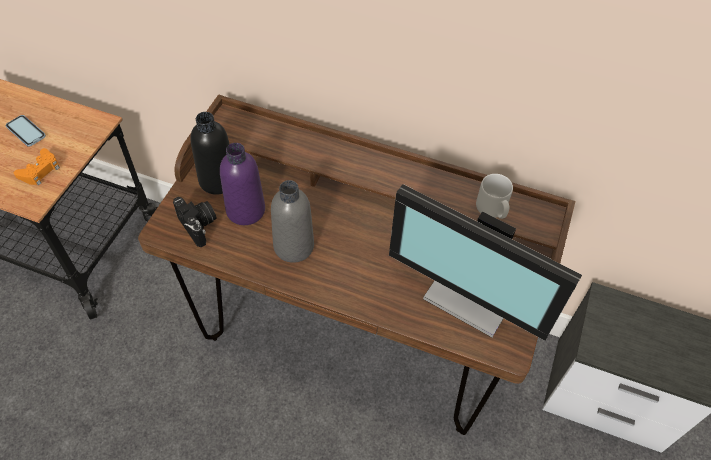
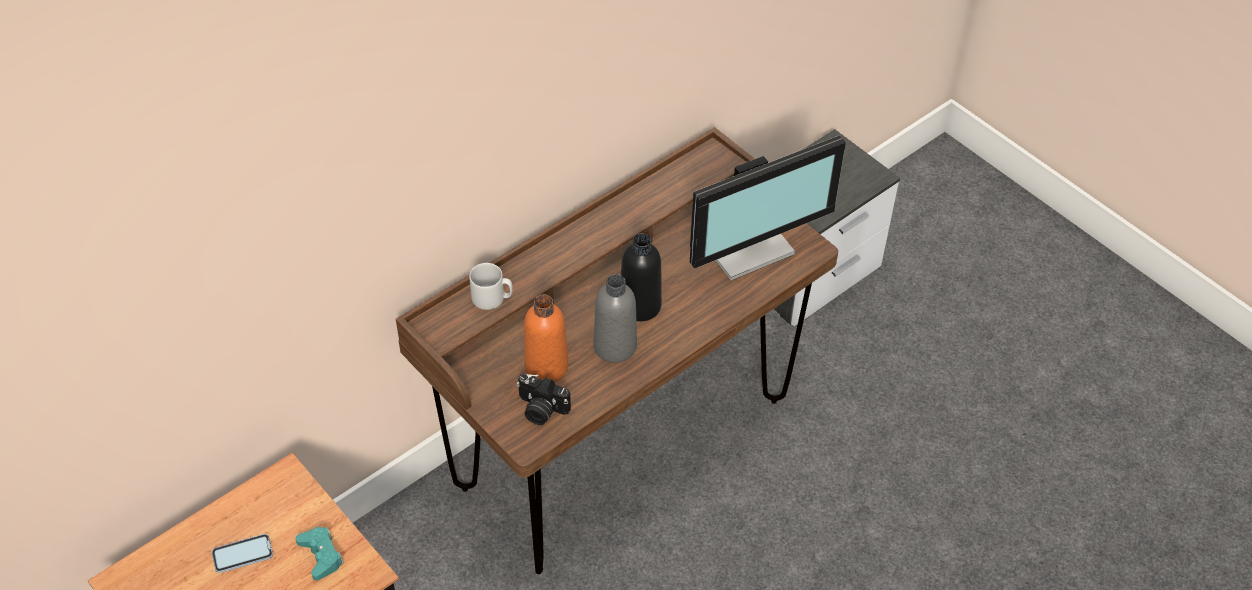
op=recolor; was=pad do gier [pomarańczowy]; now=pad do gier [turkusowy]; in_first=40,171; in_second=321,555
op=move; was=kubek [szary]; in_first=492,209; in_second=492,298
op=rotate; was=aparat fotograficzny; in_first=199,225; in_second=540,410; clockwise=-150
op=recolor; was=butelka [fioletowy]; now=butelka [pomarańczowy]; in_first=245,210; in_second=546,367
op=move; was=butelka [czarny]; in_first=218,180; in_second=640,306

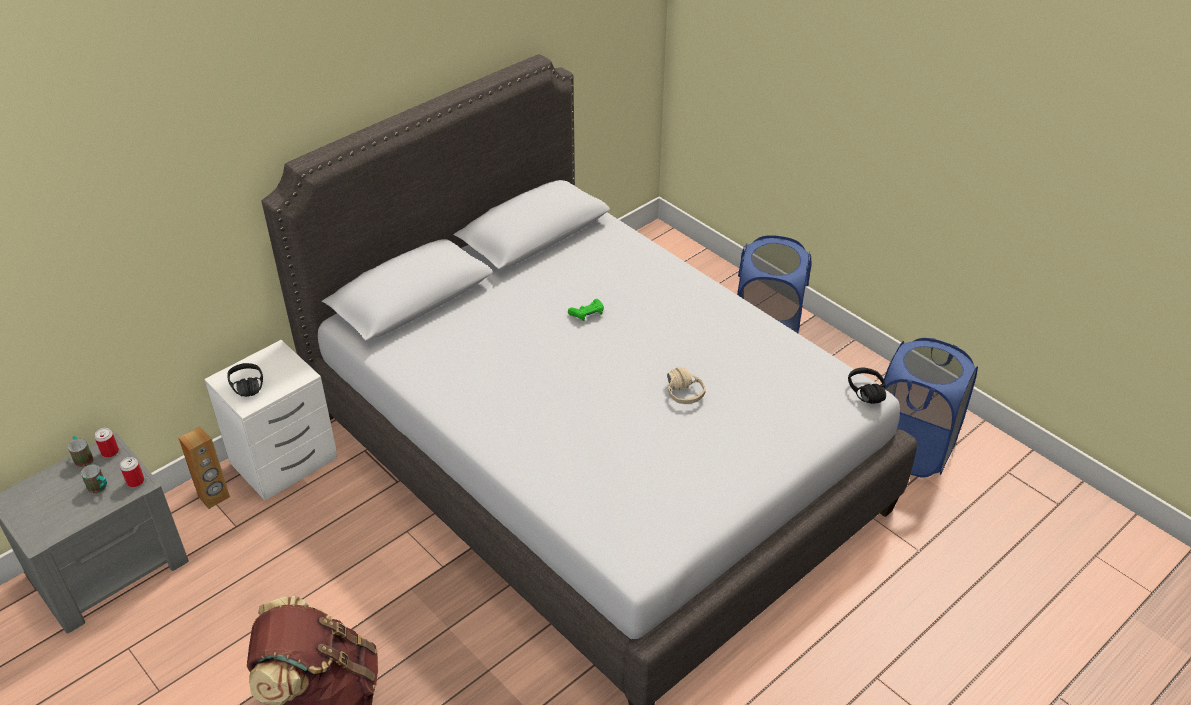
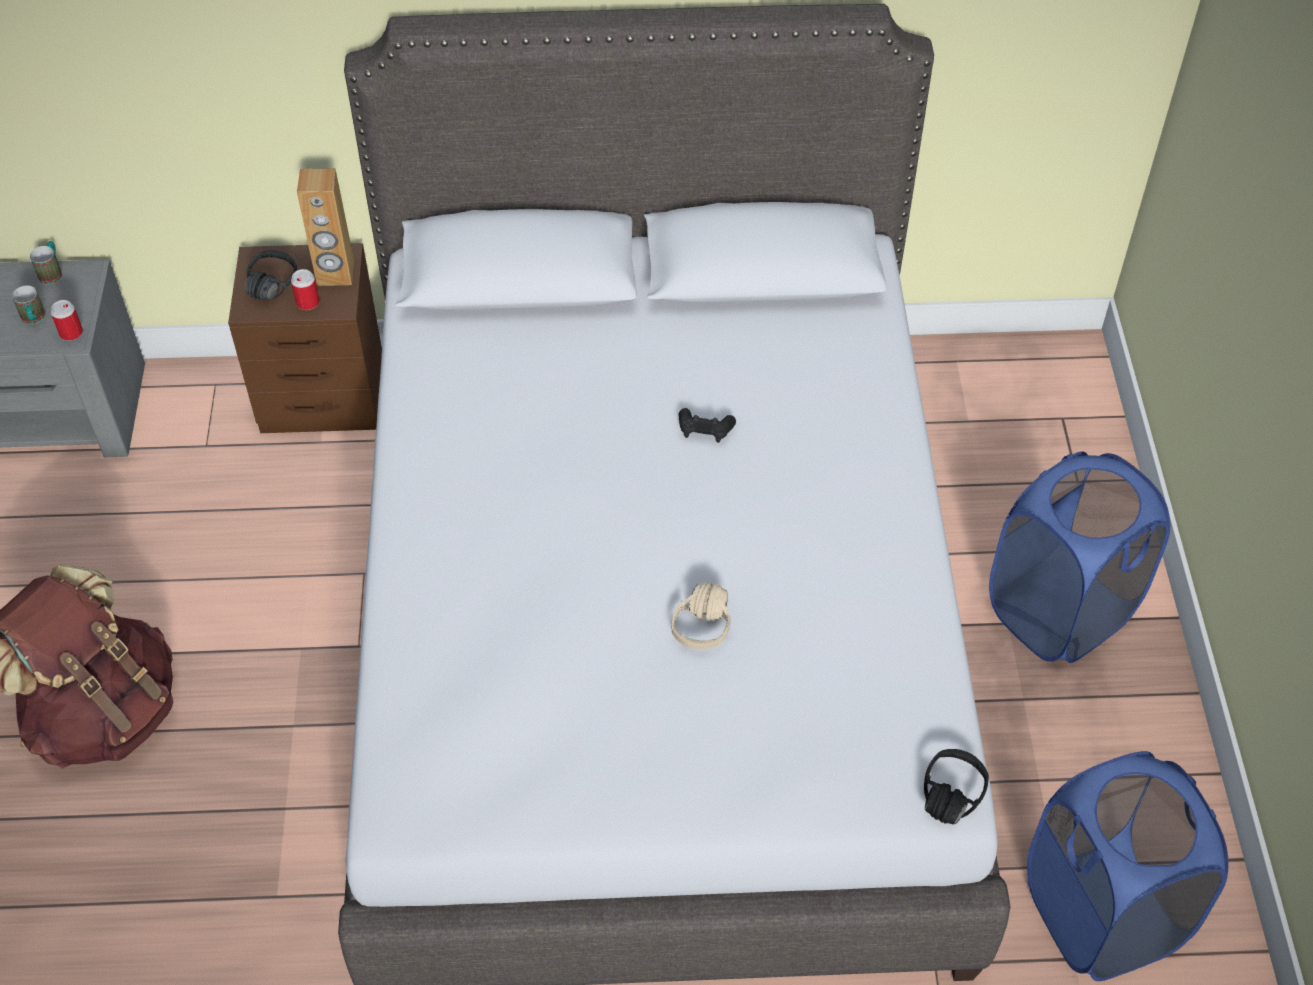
op=recolor; was=szafka nocna [biały]; now=szafka nocna [brązowy]; in_first=286,461; in_second=325,398
op=move; was=puszka; in_first=110,452; in_second=308,302
op=move; was=głośnik [brązowy]; in_first=214,497; in_second=335,274
op=recolor; was=pad do gier [zielony]; now=pad do gier [czarny]; in_first=587,314; in_second=705,430

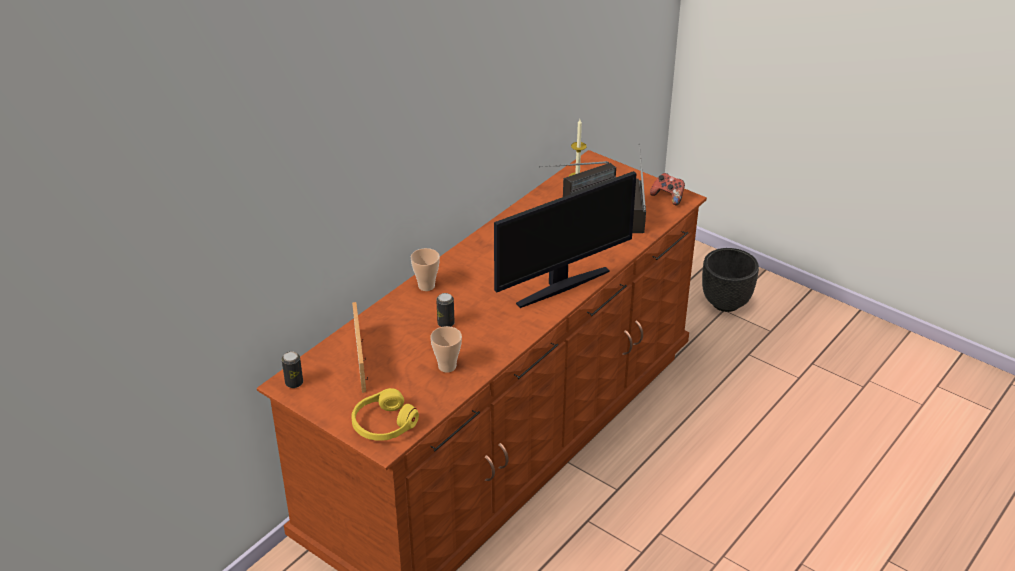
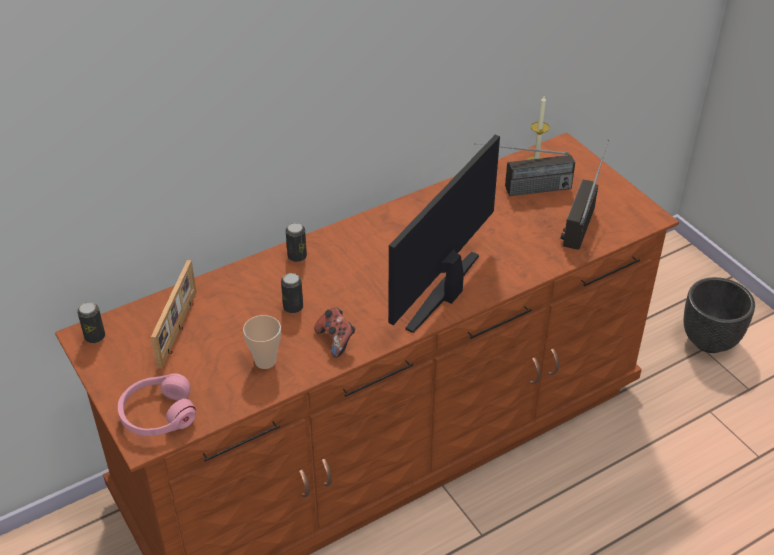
op=recolor; was=słuchawki [żółty]; now=słuchawki [różowy]; in_first=383,424; in_second=158,414
op=replace; was=filiżanka; now=puszka; in_first=426,286; in_second=297,256
op=move; was=pad do gier; in_first=668,197; in_second=336,340
op=rotate; was=monitor; in_first=561,285; in_second=447,293; clockwise=135

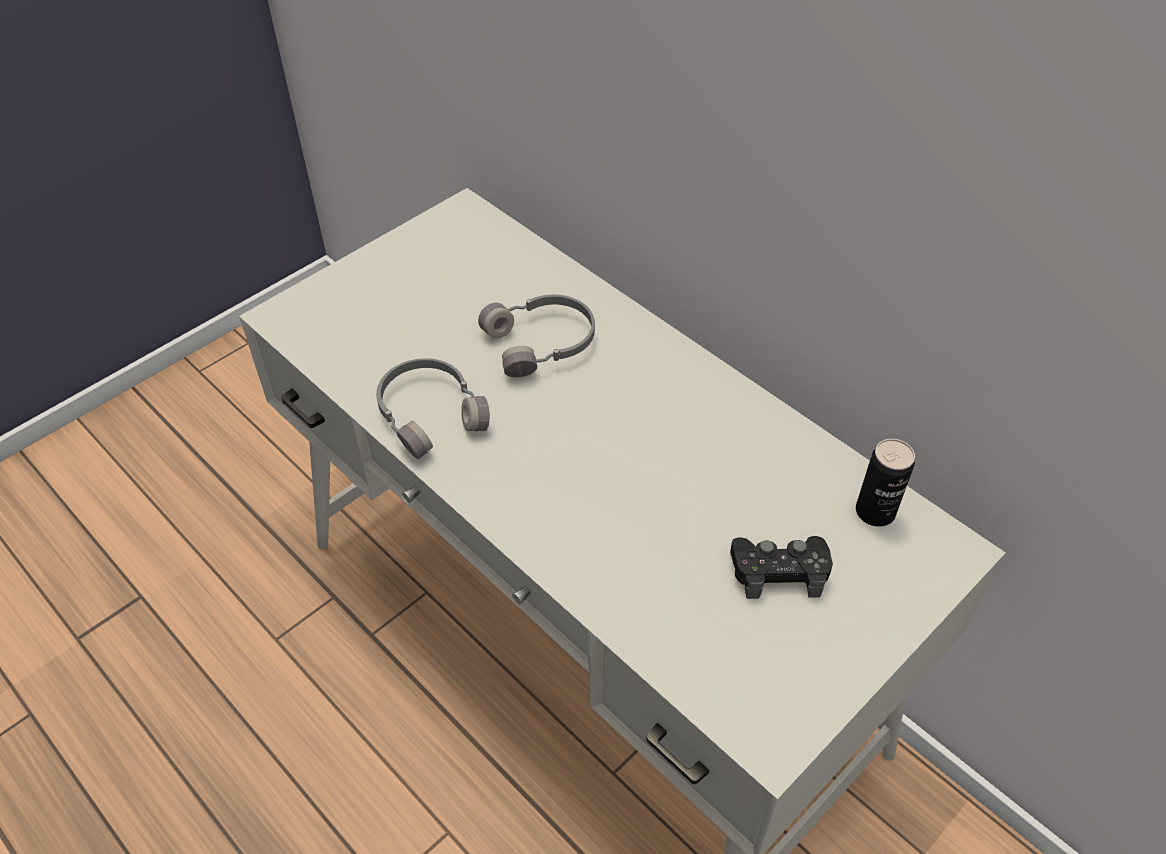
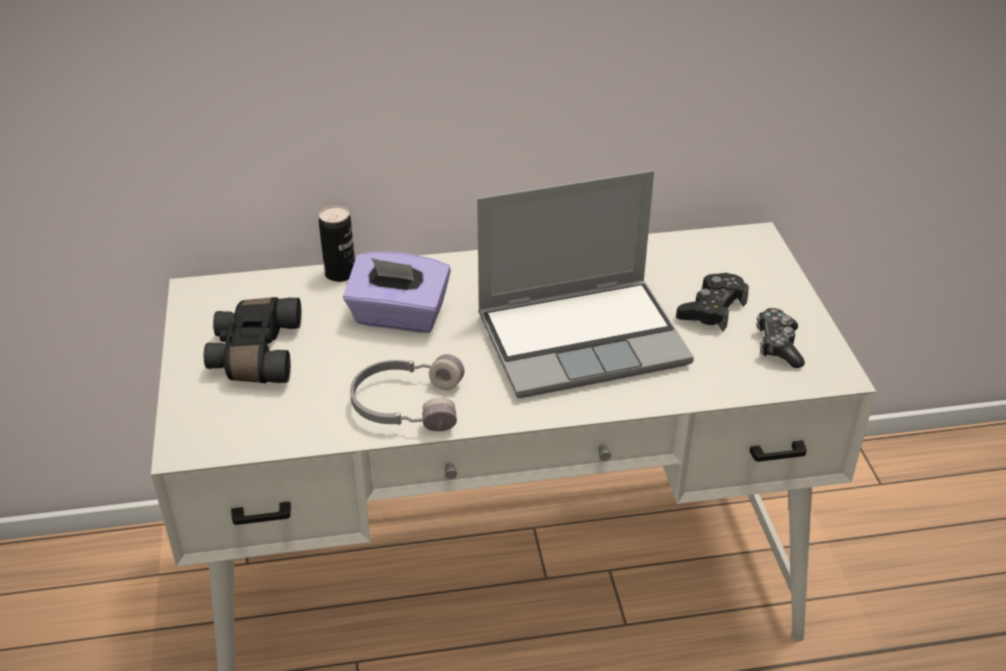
op=insert; now=lornetka [czarny]; in_second=254,354
op=move; was=puszka; in_first=875,511; in_second=340,274
op=replace; was=słuchawki [szary]; now=pudełko chusteczek [fioletowy]; in_first=542,343; in_second=399,316
op=insert; now=laptop; in_second=583,338
op=insert; now=pad do gier; in_second=778,346

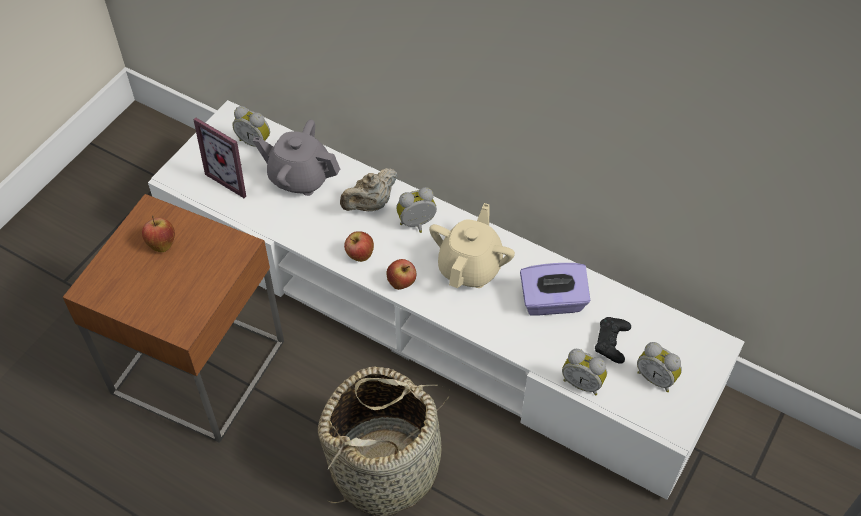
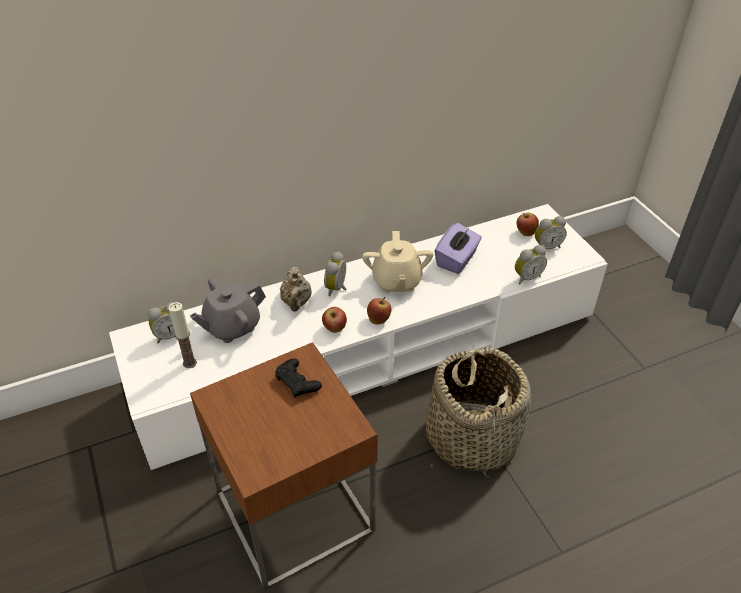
op=replace; was=ramka na zdjęcie; now=świeca; in_first=234,177; in_second=189,363
op=move; was=pad do gier [czarny]; in_first=611,342; in_second=297,382
op=rotate; was=imbryk [beżowy]; in_first=470,267; in_second=396,281; clockwise=-150
op=move; was=jabłko; in_first=161,244; in_second=525,232

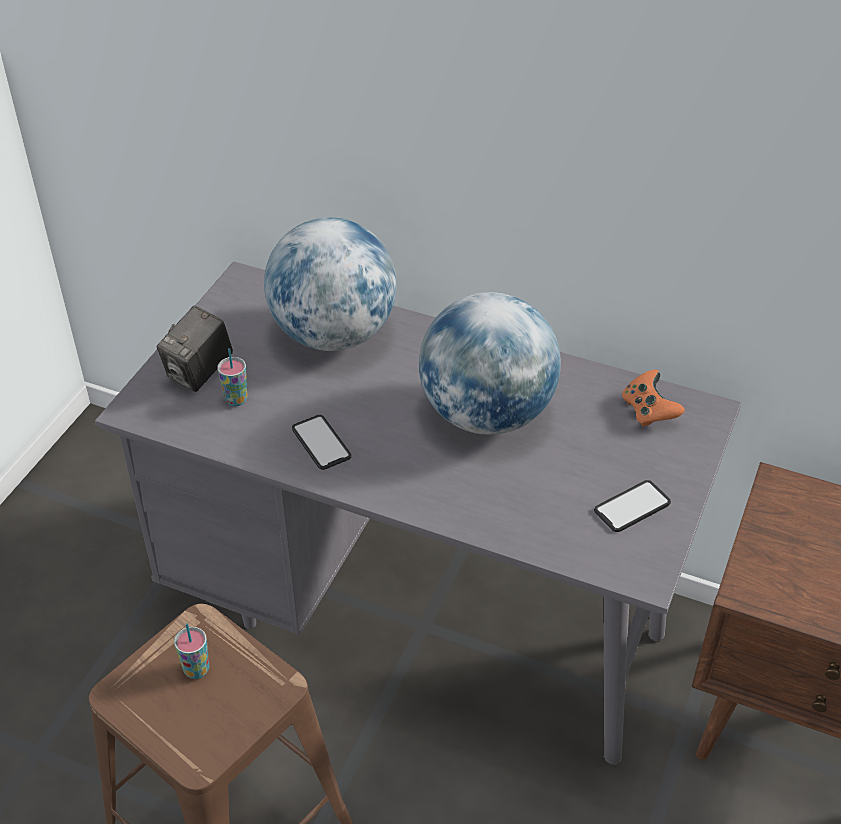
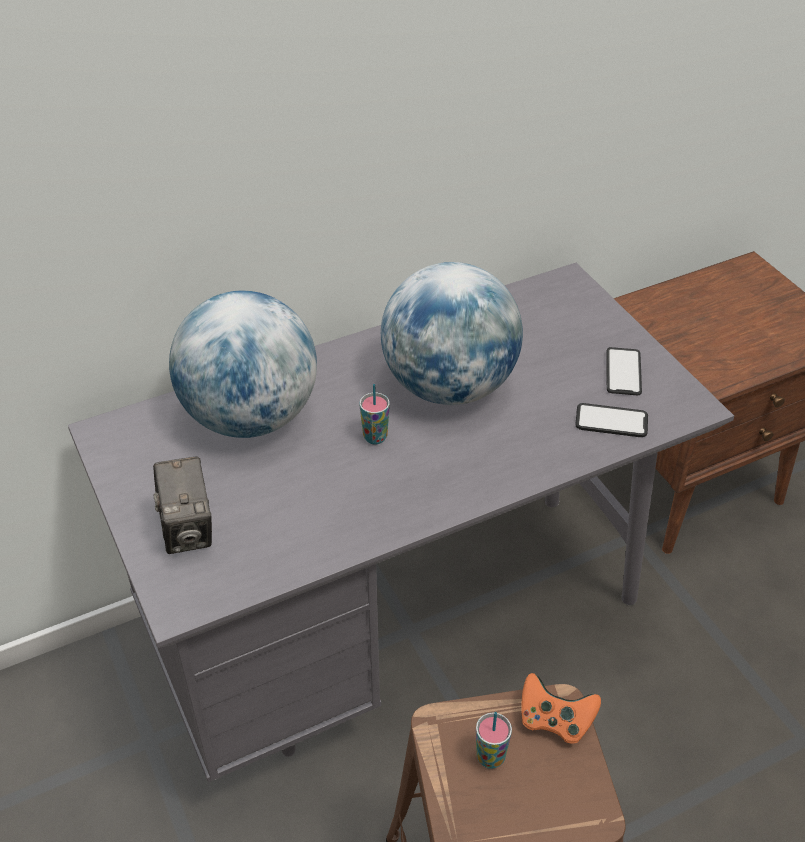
op=move; was=filiżanka; in_first=236,399; in_second=375,437
op=move; was=pad do gier [pomarańczowy]; in_first=648,411; in_second=554,720
op=move; was=telefon; in_first=321,443; in_second=611,421

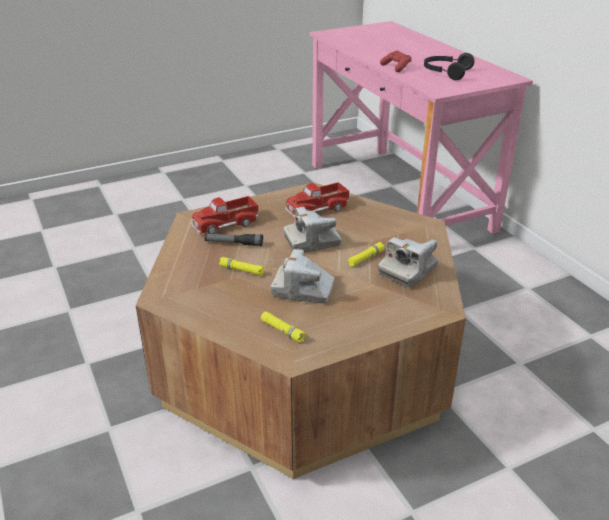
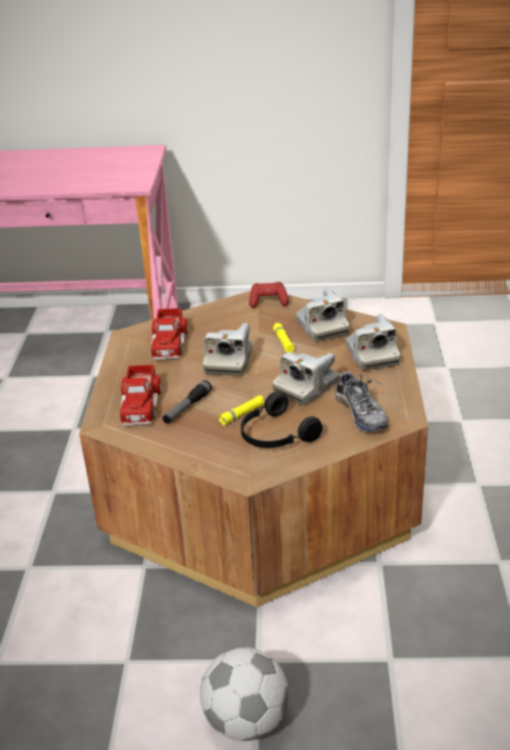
op=insert; now=piłka futbolowa; in_second=245,721
op=move; was=słuchawki [czarny]; in_first=446,72; in_second=275,435
op=move; was=pad do gier [czerwony]; in_first=396,67; in_second=268,302
op=replace; was=latarka [żółty]; now=but; in_first=283,331; in_second=361,414
op=insert; now=aparat fotograficzny; in_second=371,355

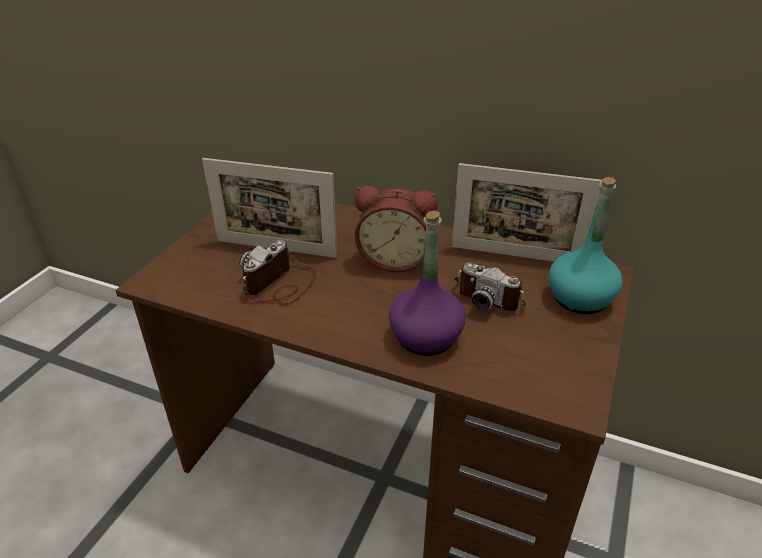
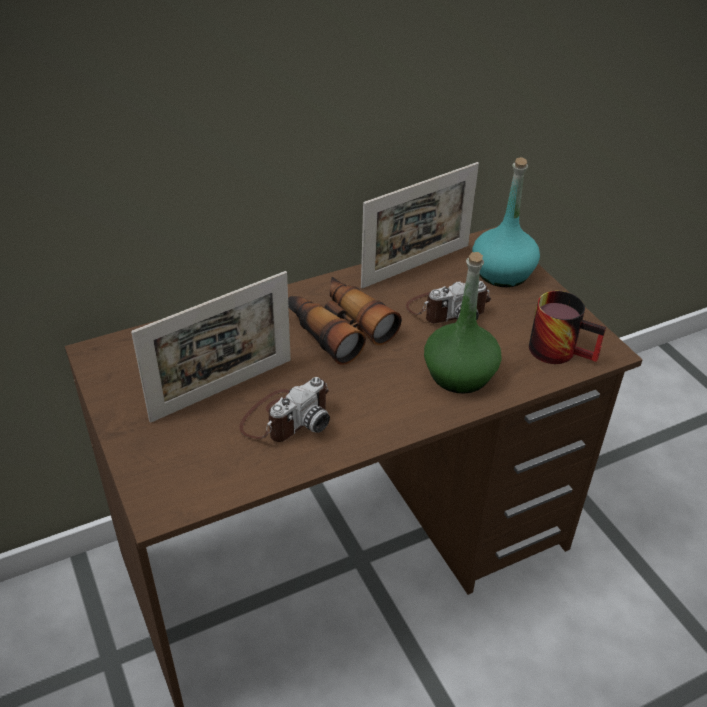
op=rotate; was=aparat fotograficzny; in_first=280,284; in_second=285,417; clockwise=-120
op=replace; was=budzik; now=lornetka; in_first=395,259; in_second=338,328
op=recolor; was=butelka [fioletowy]; now=butelka [zielony]; in_first=425,337; in_second=460,374
op=insert; now=kubek; in_second=561,349

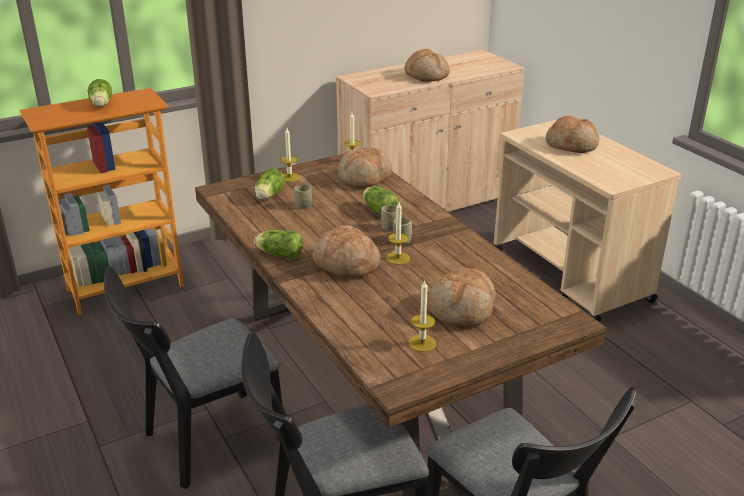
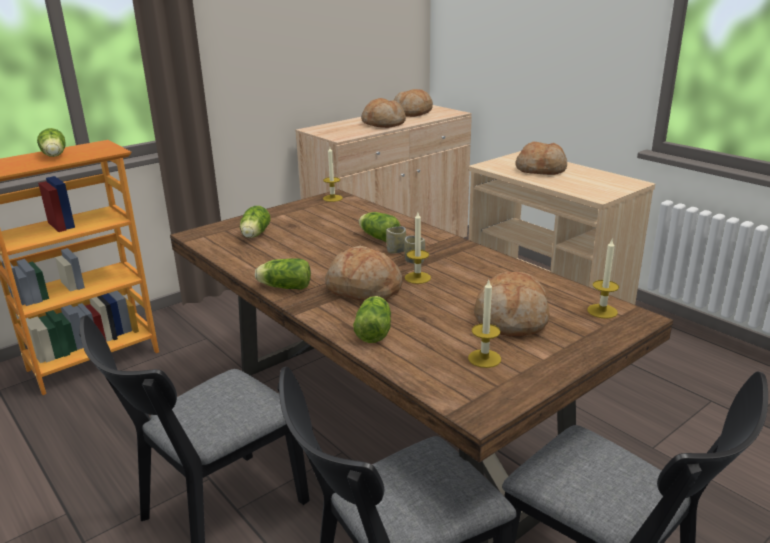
op=insert; now=sałata; in_second=374,330
op=move; was=chleb; in_first=365,178; in_second=412,113
op=move; was=świeca; in_first=289,177; in_second=602,311
op=delete; was=filiżanka; in_first=303,206

